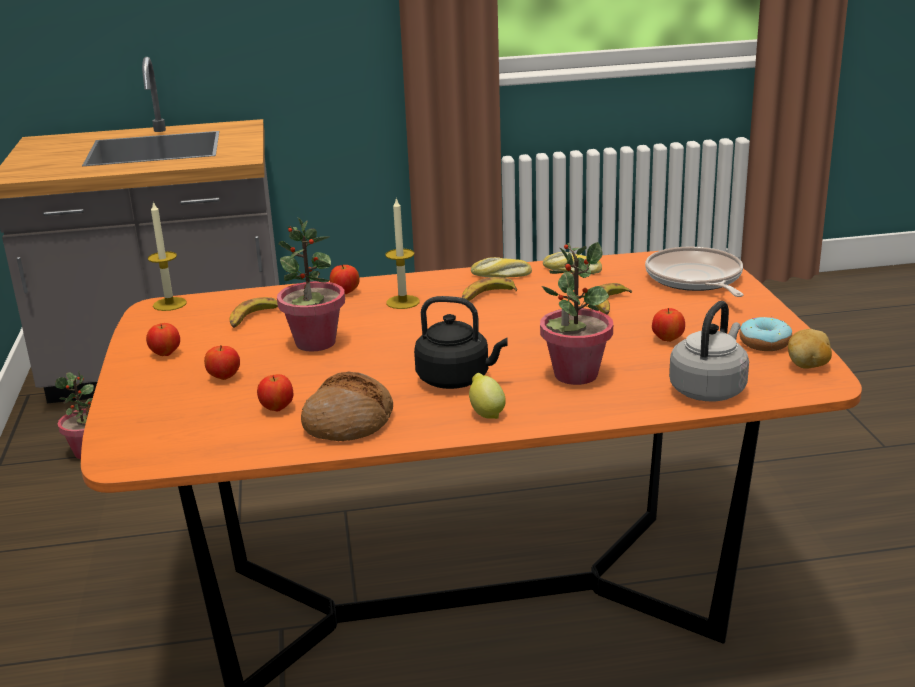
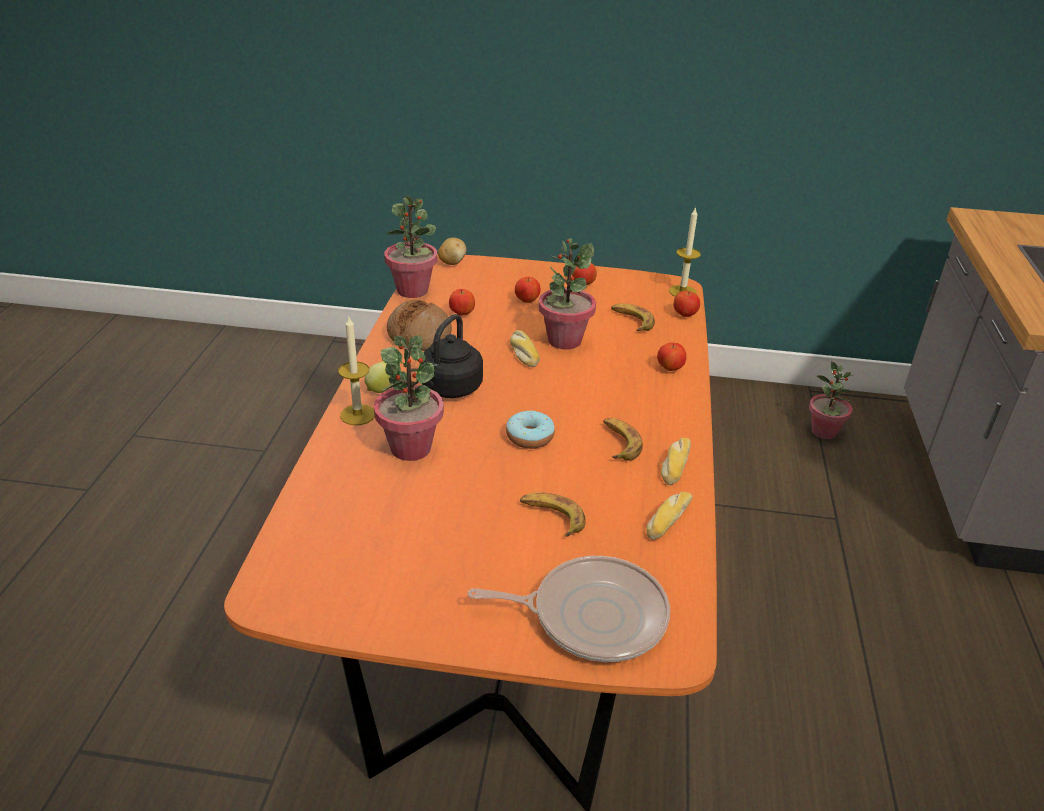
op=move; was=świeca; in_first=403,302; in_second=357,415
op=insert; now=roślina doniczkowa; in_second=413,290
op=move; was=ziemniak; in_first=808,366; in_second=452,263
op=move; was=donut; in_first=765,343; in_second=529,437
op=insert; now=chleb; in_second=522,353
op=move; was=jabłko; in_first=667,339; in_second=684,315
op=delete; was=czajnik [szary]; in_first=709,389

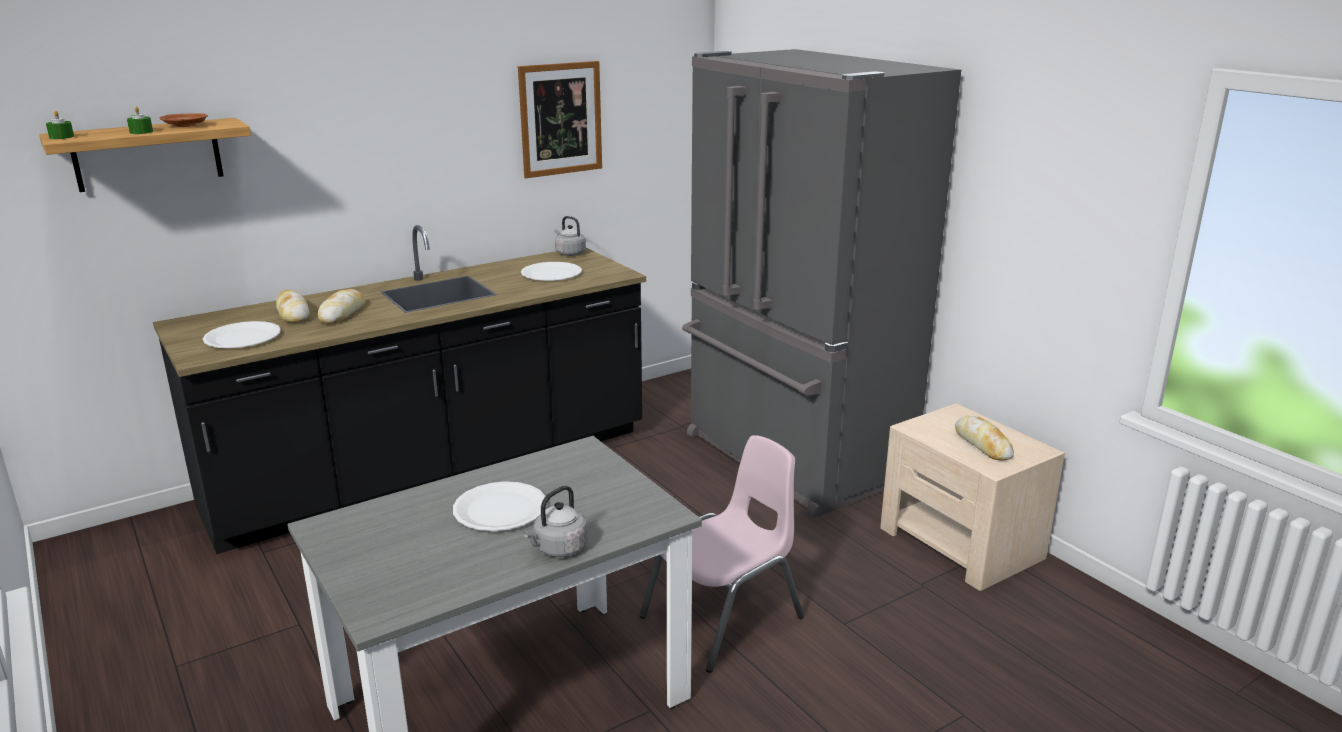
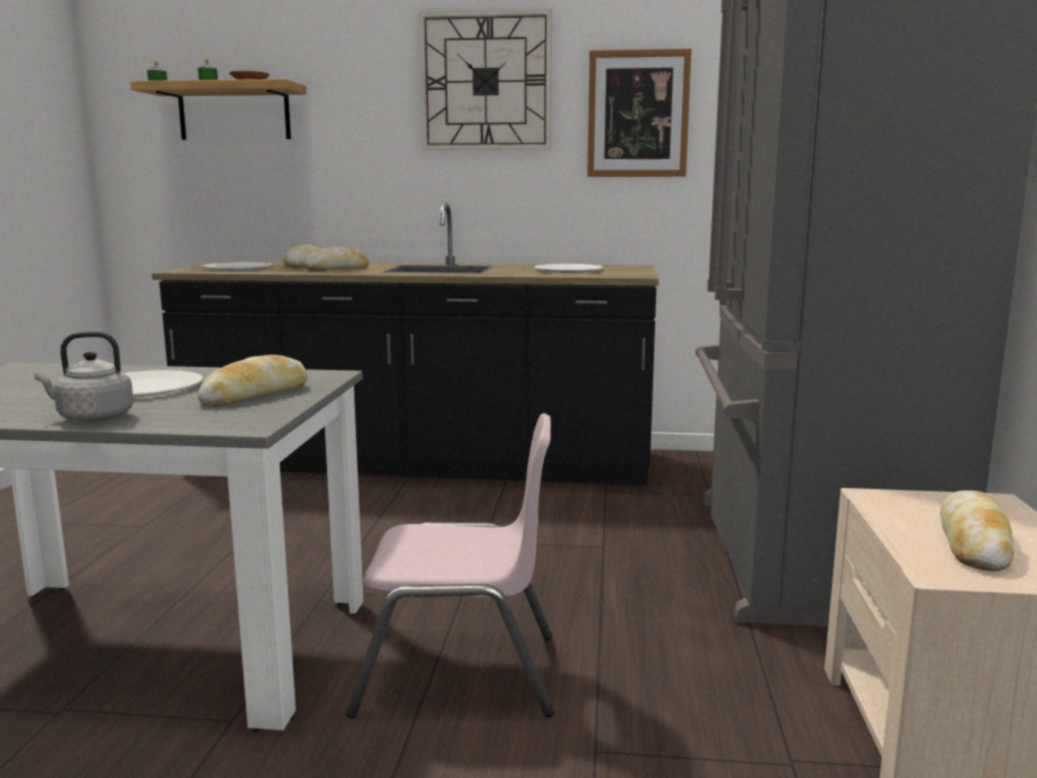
op=insert; now=chleb; in_second=255,395
op=insert; now=zegar ścienny; in_second=486,82
op=delete; was=czajnik [szary]; in_first=569,253

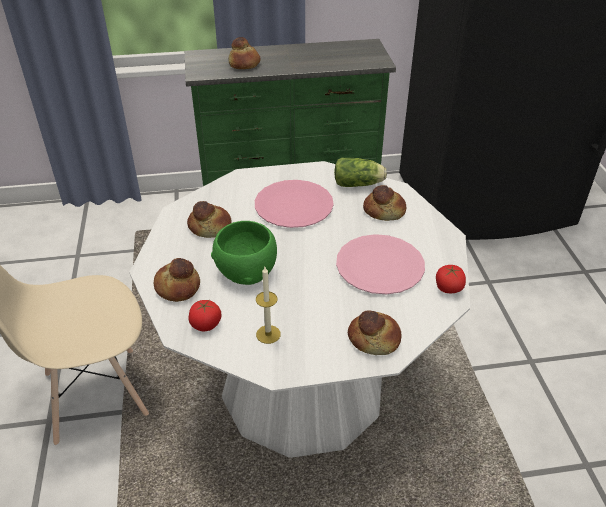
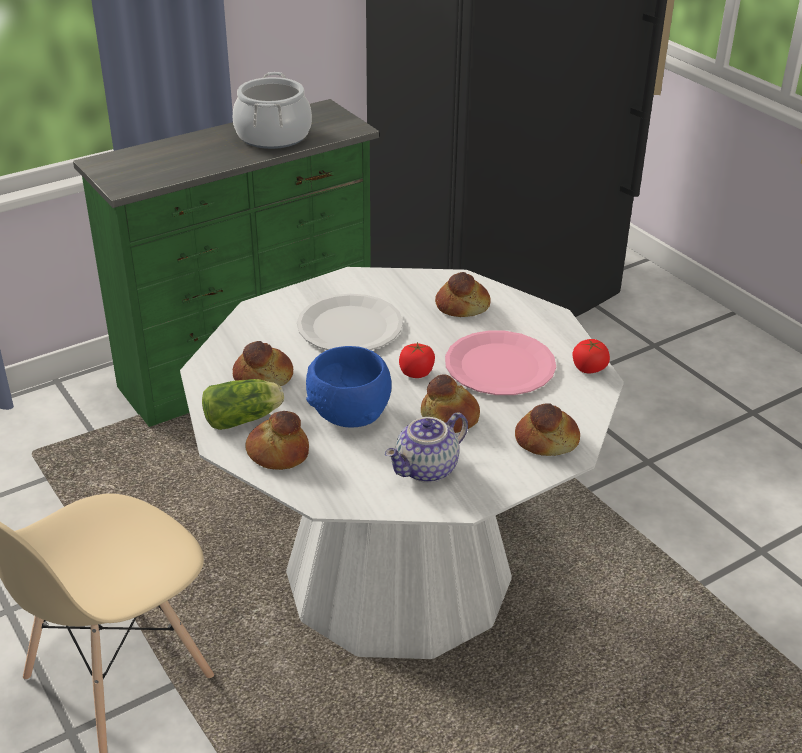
op=move; was=sałata; in_first=359,184; in_second=245,418
op=insert; now=garnek; in_second=273,136
op=recolor; was=talerz [różowy]; now=talerz [biały]; in_first=293,205; in_second=349,326
op=recolor; was=miska [zielony]; now=miska [niebieski]; in_first=245,272; in_second=348,414
op=replace; was=świeca; now=imbryk; in_first=268,334; in_second=427,470
op=move; was=pomidor; in_first=206,324; in_second=416,373
op=move; was=chleb; in_first=245,64; in_second=450,417

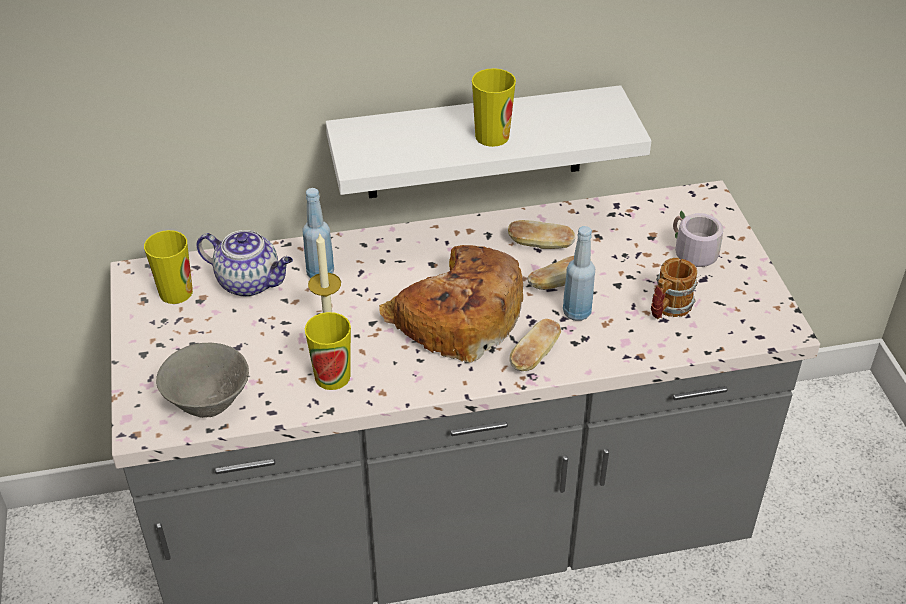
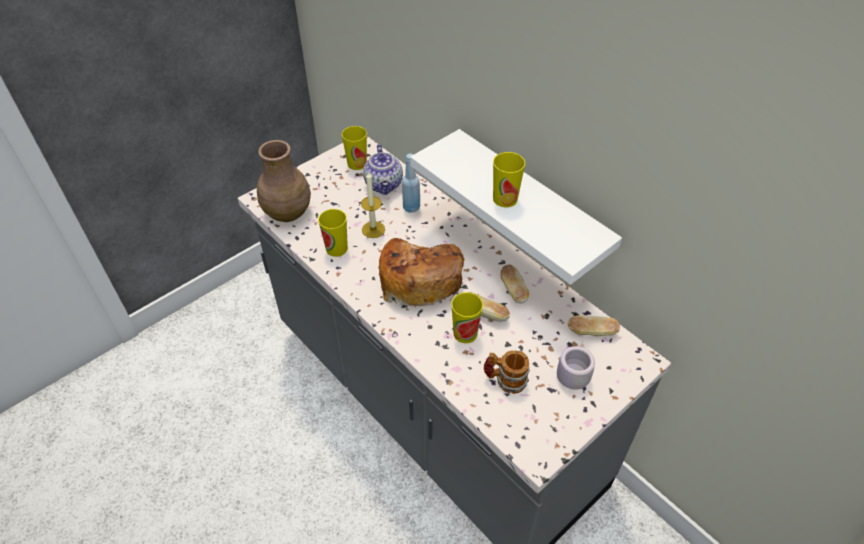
op=replace; was=miska [szary]; now=wazon [brązowy]; in_first=208,403; in_second=288,212
op=replace; was=butelka [niebieski]; now=filiżanka; in_first=577,312; in_second=465,333
op=move; was=chleb; in_first=534,356; in_second=591,332

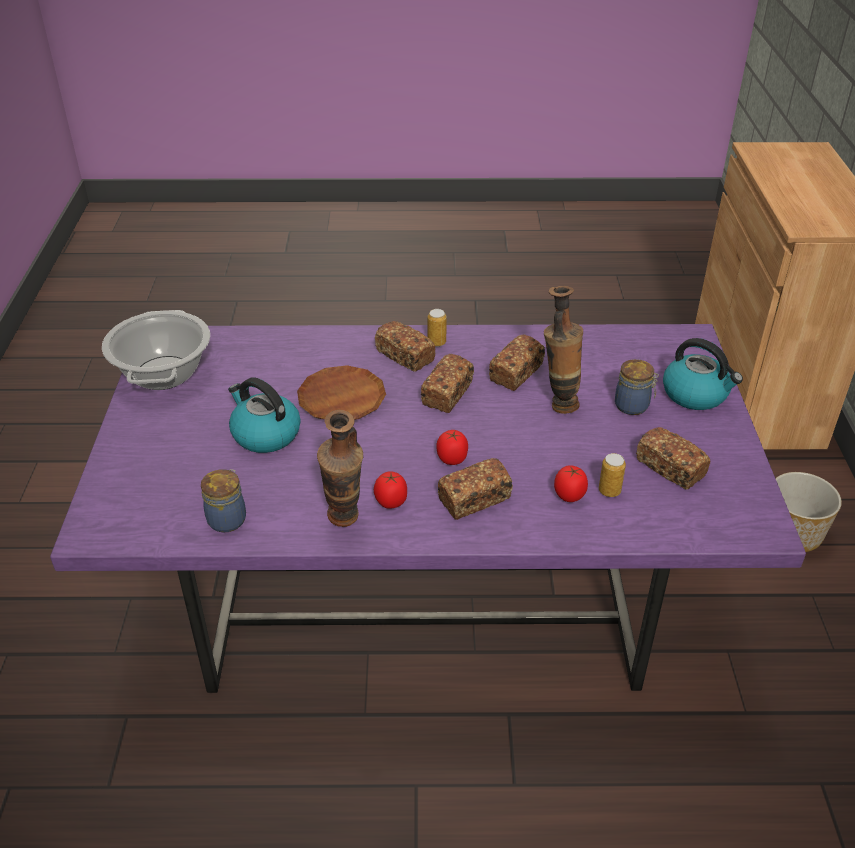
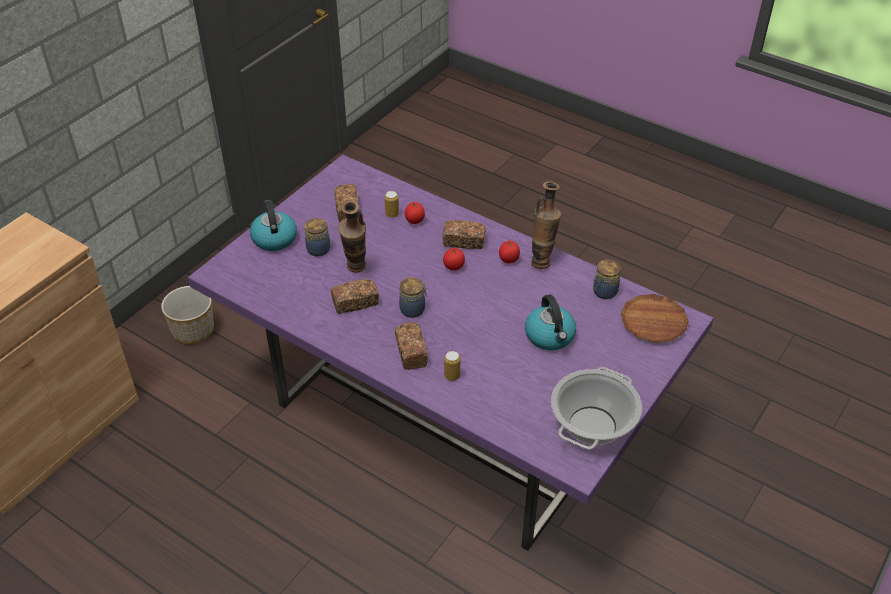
op=replace; was=chleb; now=słoik; in_first=447,394; in_second=413,309
op=move; was=puszka; in_first=436,342; in_second=452,376
op=move; was=talerz [brązowy]; in_first=342,399; in_second=653,322

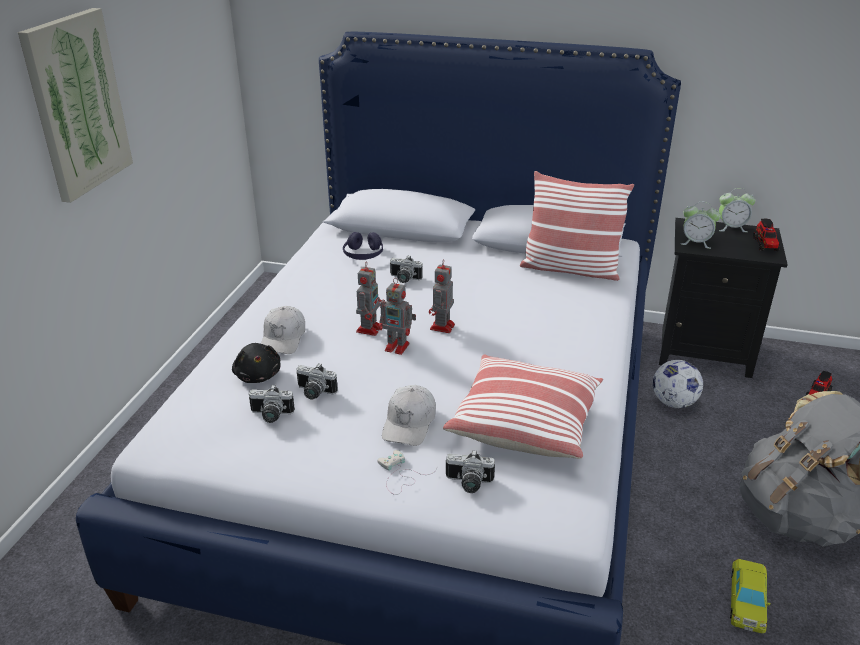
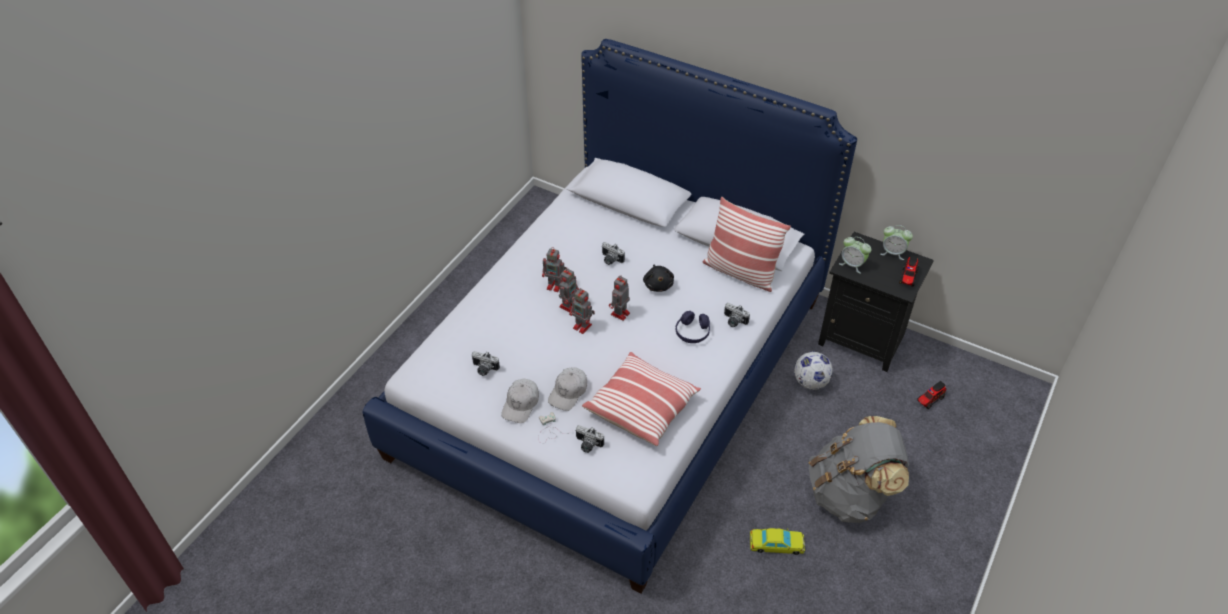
op=move; was=czapka z daszkiem [biały]; in_first=283,338; in_second=521,404
op=insert; now=robot zabawkowy; in_second=555,286
op=move; was=pluszak [czarny]; in_first=258,375; in_second=658,284
op=move; was=słuchawki [fioletowy]; in_first=363,254; in_second=692,332
op=move; was=aparat fotograficzny; in_first=314,393; in_second=733,321
op=rotate; was=samochodzik [żółty]; in_first=747,599; in_second=777,544; clockwise=-120
op=delete; was=obraz; in_first=77,104

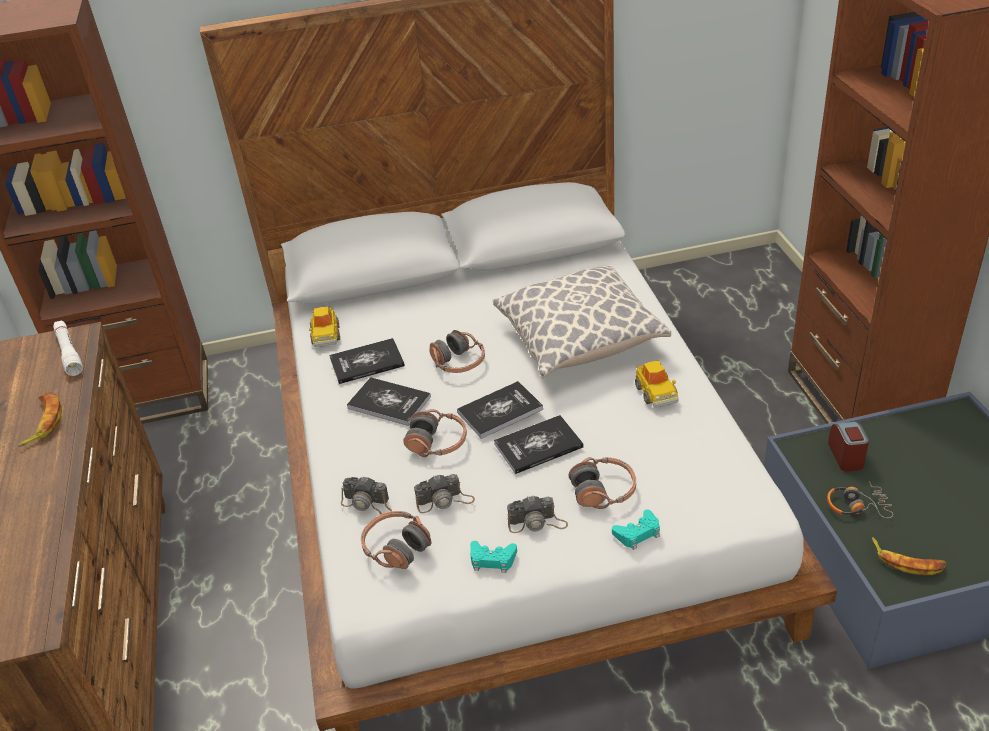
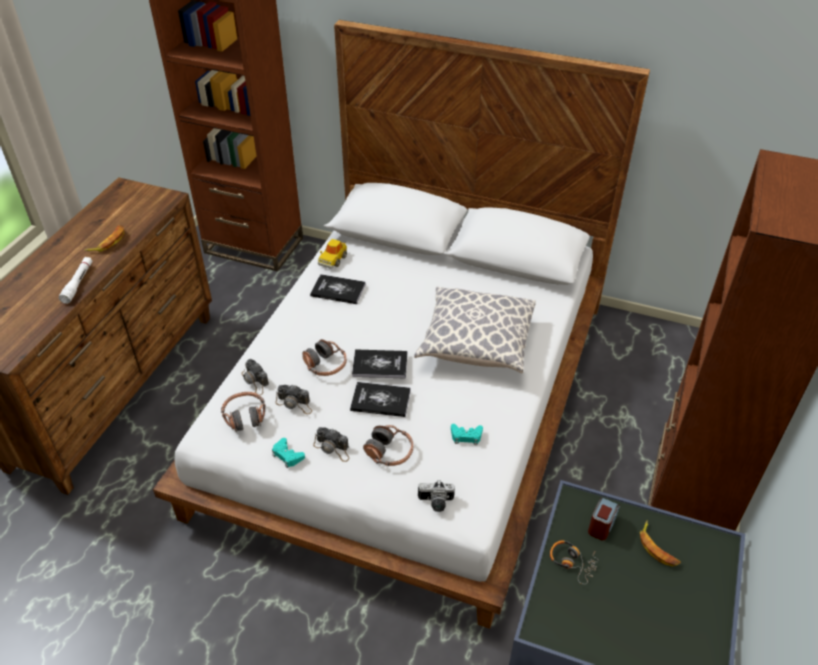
op=move; was=latarka [biały]; in_first=69,353; in_second=78,283
op=insert; now=aparat fotograficzny; in_second=435,503
op=move; was=pad do gier [turkusowy]; in_first=637,533; in_second=466,436
op=move; was=banan; in_first=907,561; in_second=657,548
op=delete; was=książka; in_first=389,402
op=delete; was=słuchawki; in_first=458,362
op=delete; was=samochodzik; in_first=656,392

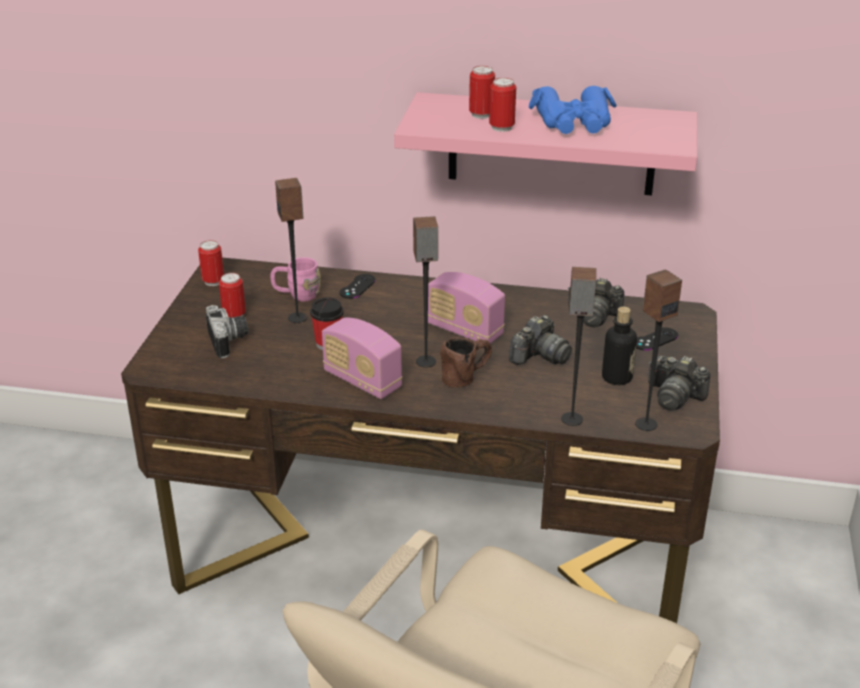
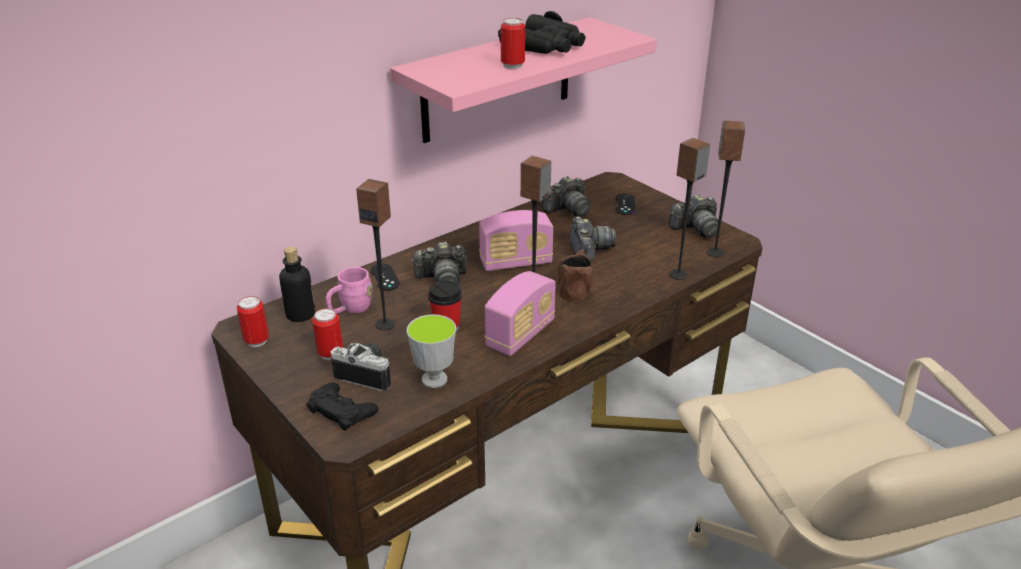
op=move; was=butelka; in_first=616,377; in_second=300,314
op=insert; now=pad do gier [czarny]; in_second=342,411
op=insert; now=filiżanka; in_second=434,379
op=insert; now=aparat fotograficzny; in_second=442,279
op=rotate; was=radio; in_first=362,381; in_second=520,335; clockwise=-45
op=recolor; was=lornetka [niebieski]; now=lornetka [czarny]; in_first=573,122; in_second=545,46
op=delete; was=puszka; in_first=481,115

